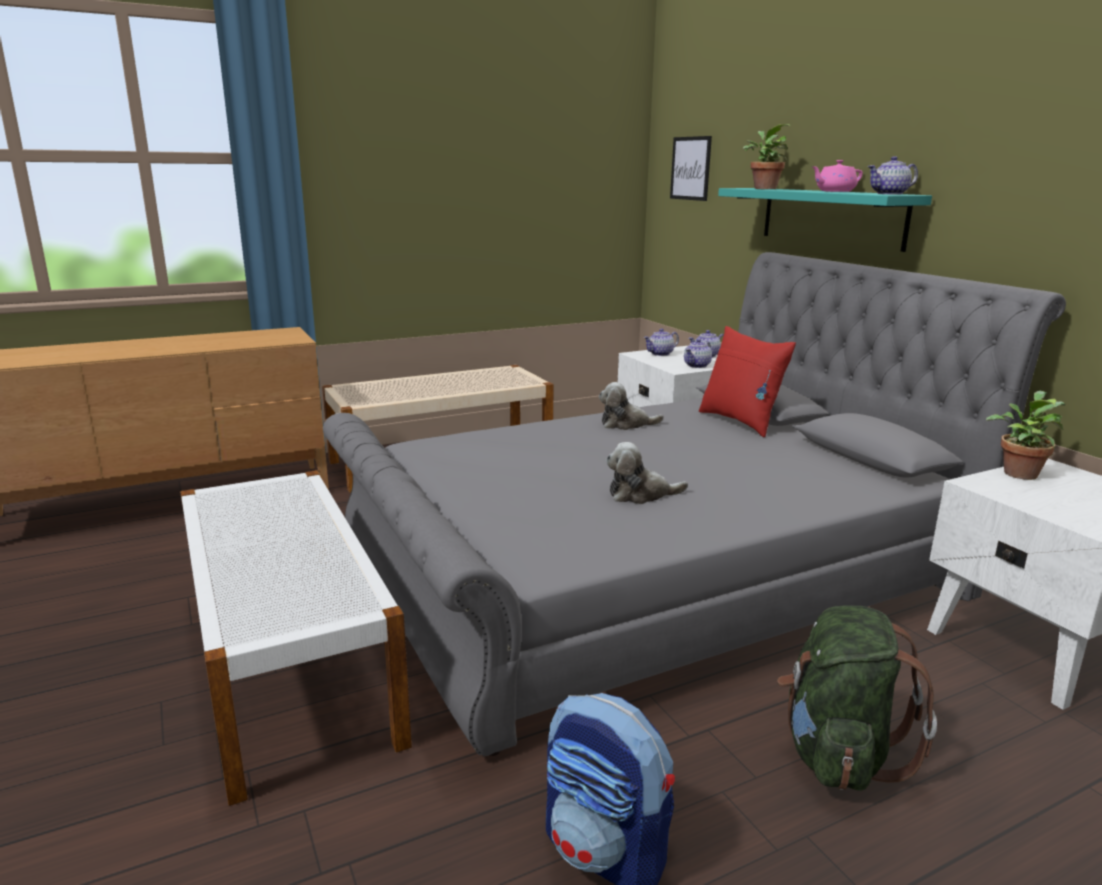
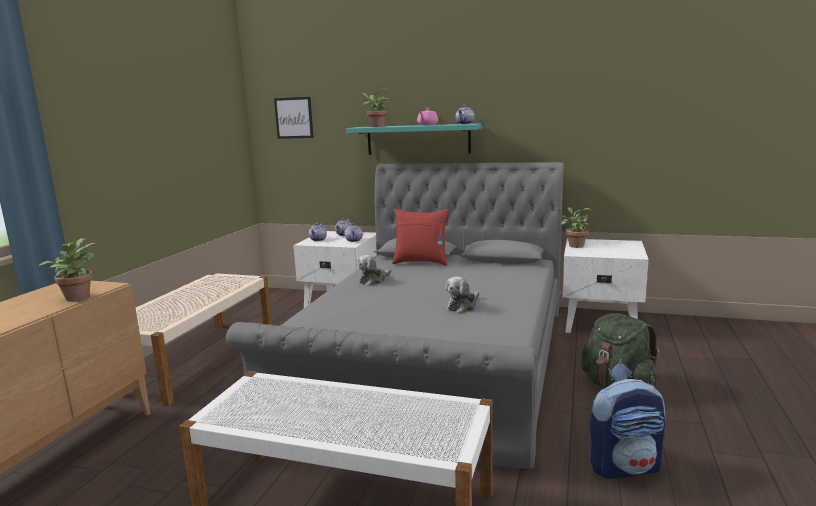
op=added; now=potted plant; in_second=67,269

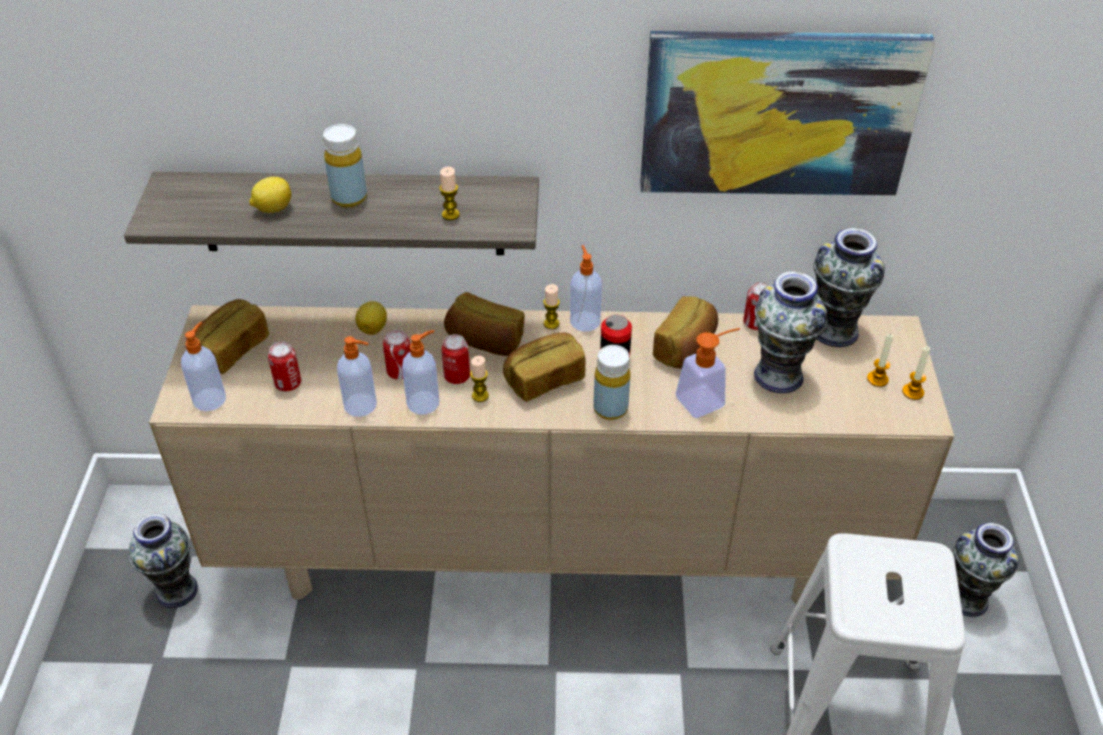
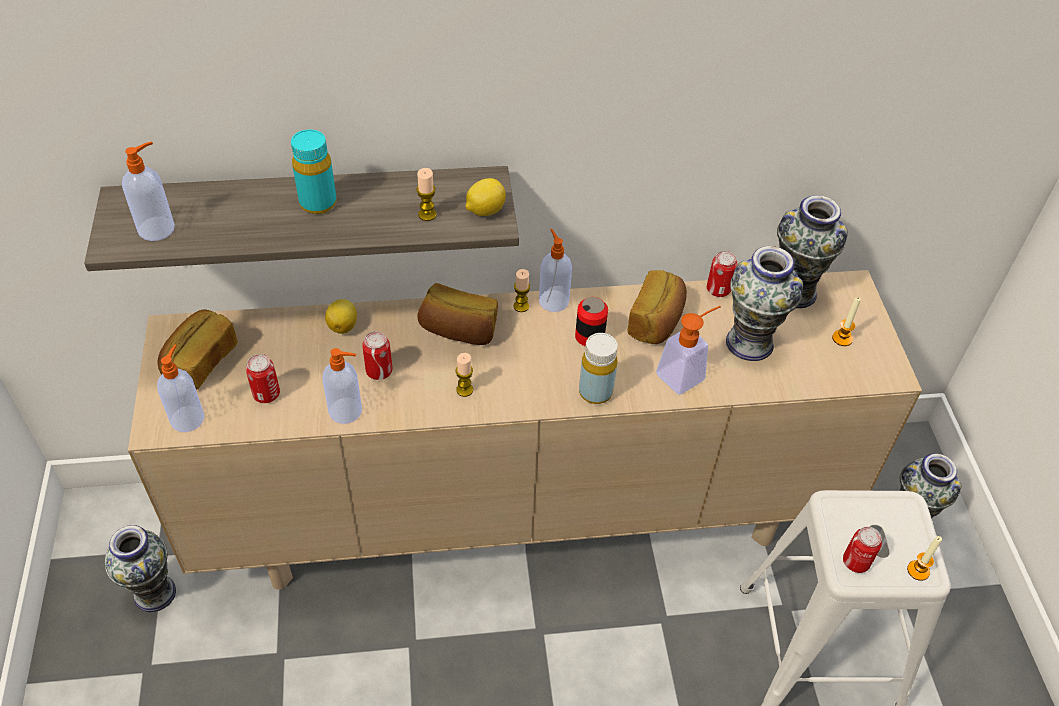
op=removed; was=picture; in_first=787,113
op=recoloured; was=yellow bottle; now=turquoise bottle; in_first=345,165; in_second=314,171
op=moved; was=lemon; in_first=270,195; in_second=485,197
op=moved; was=soap dispenser; in_first=420,372; in_second=148,191
op=removed; was=bread; in_first=544,367
op=moved; was=can; in_first=455,359; in_second=862,549
op=moved; was=candle; in_first=916,373; in_second=924,558

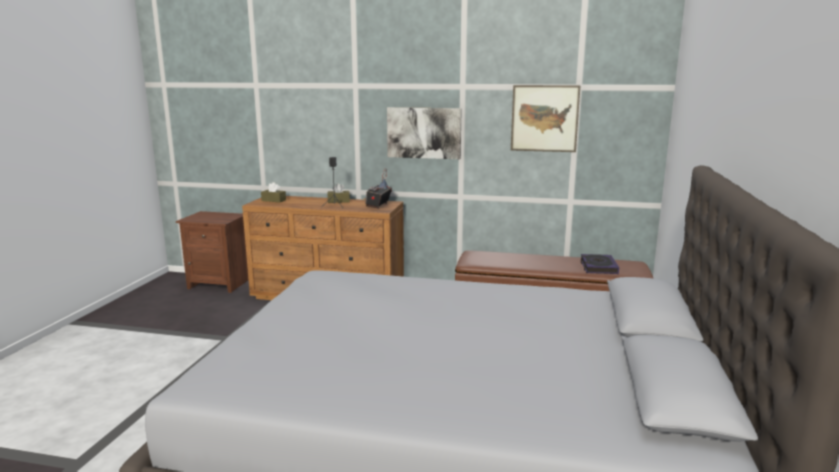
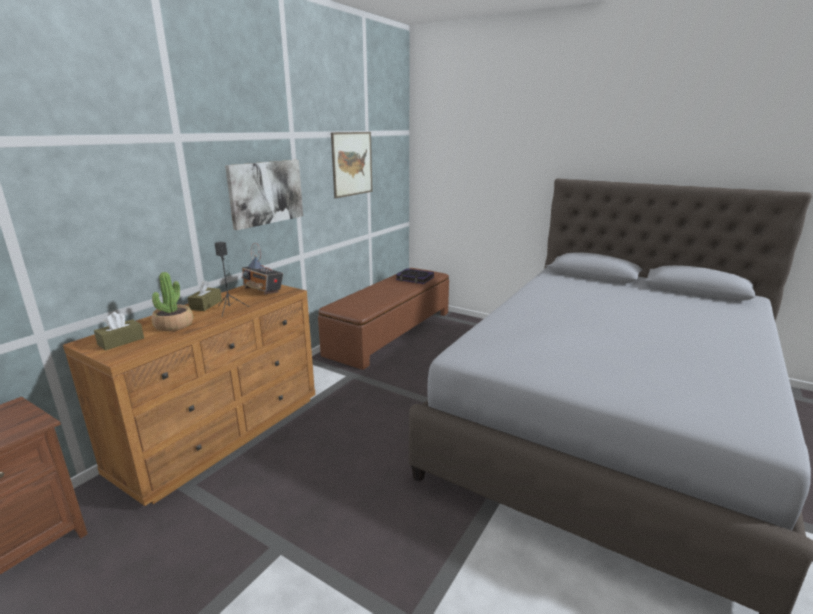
op=added; now=potted plant; in_second=172,301

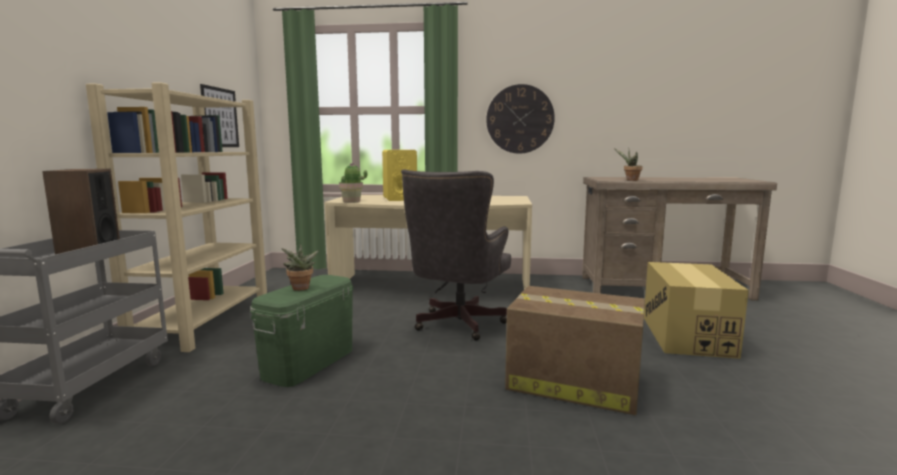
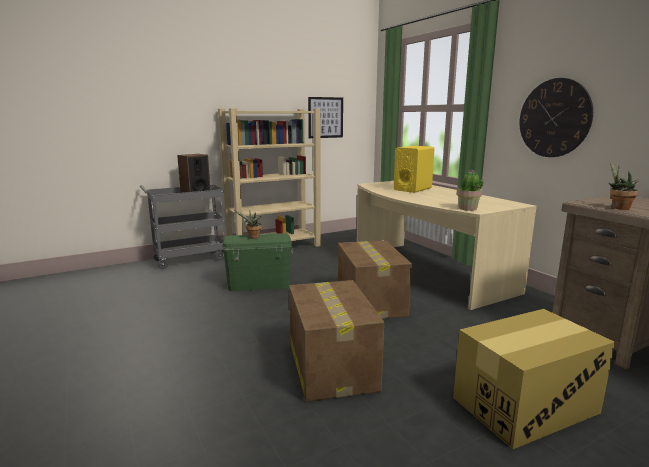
op=moved; was=potted plant; in_first=353,183; in_second=470,190
op=replaced; was=grey office chair; now=cardboard box; in_first=456,255; in_second=375,279

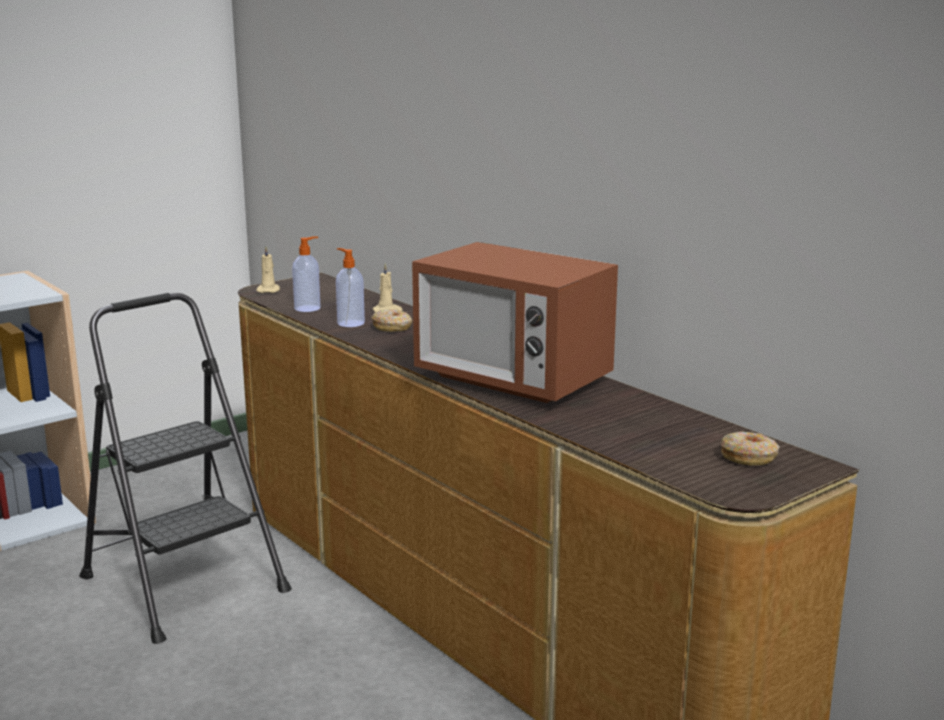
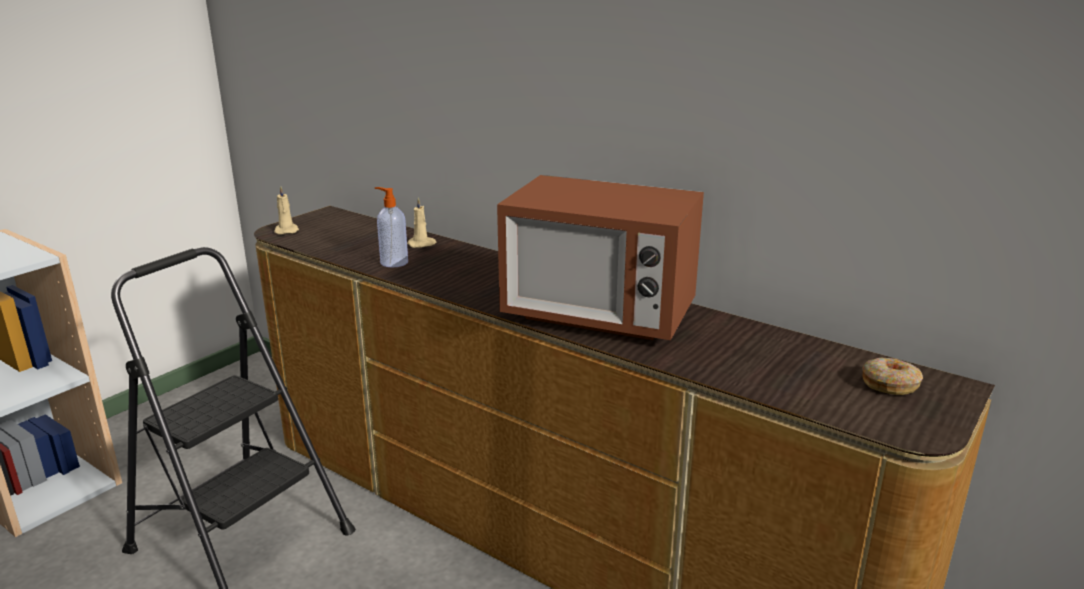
op=removed; was=soap dispenser; in_first=306,274
op=removed; was=donut; in_first=392,320

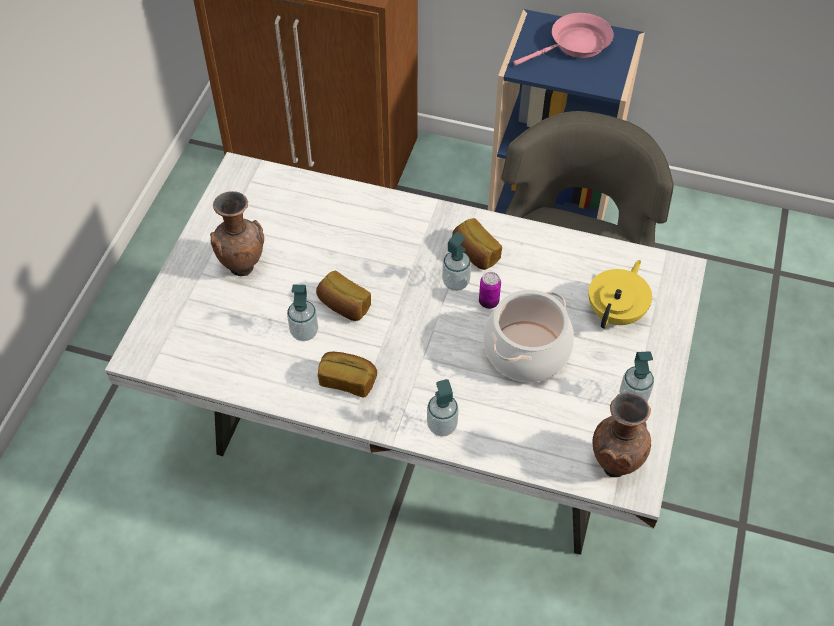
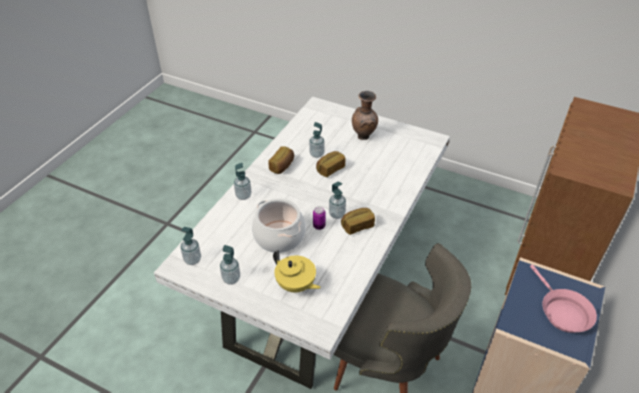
op=replaced; was=brown vase; now=soap dispenser; in_first=621,435; in_second=190,246

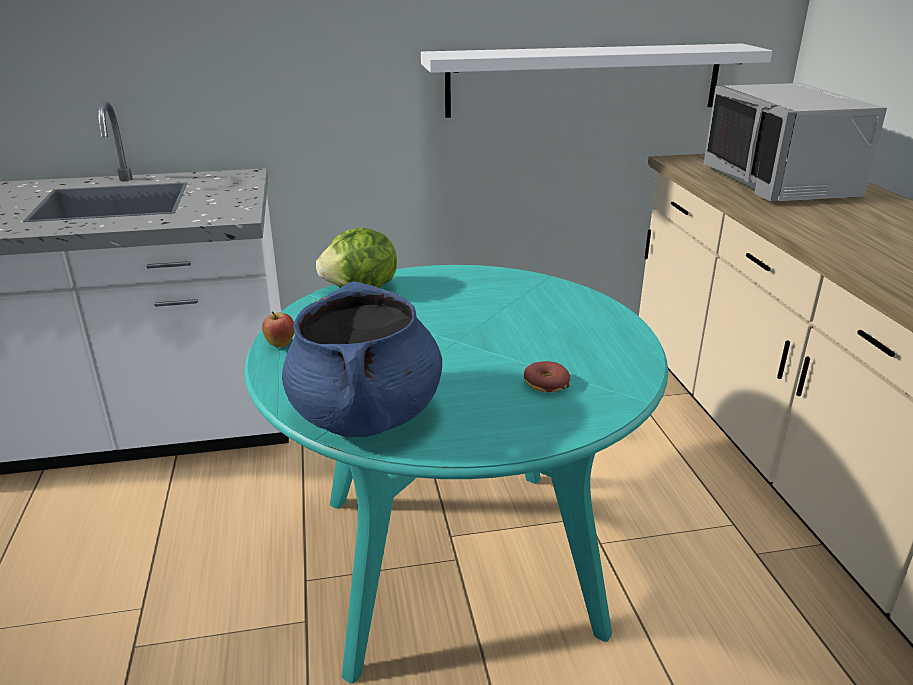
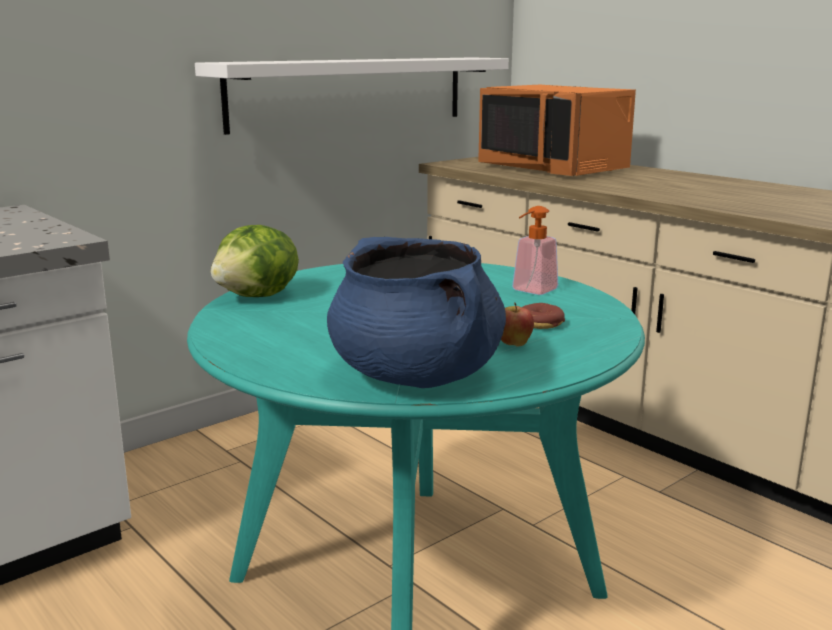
op=recoloured; was=grey microwave; now=orange microwave; in_first=795,142; in_second=557,130
op=moved; was=apple; in_first=278,329; in_second=517,324
op=added; now=soap dispenser; in_second=535,250

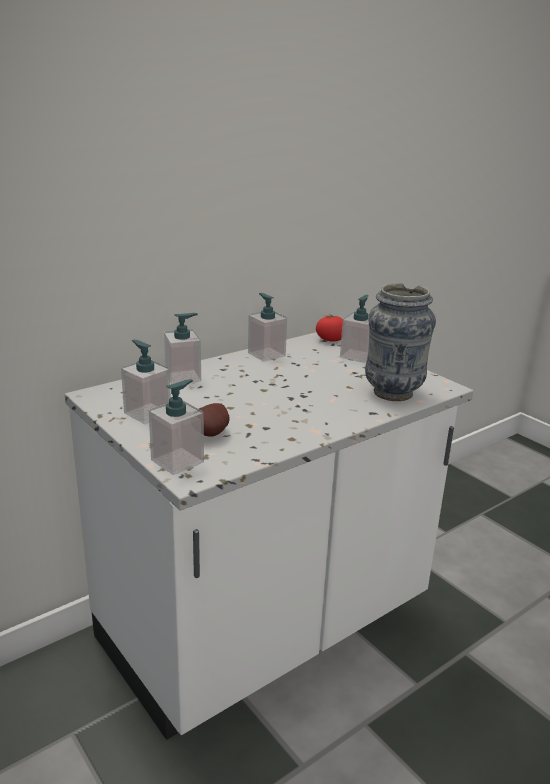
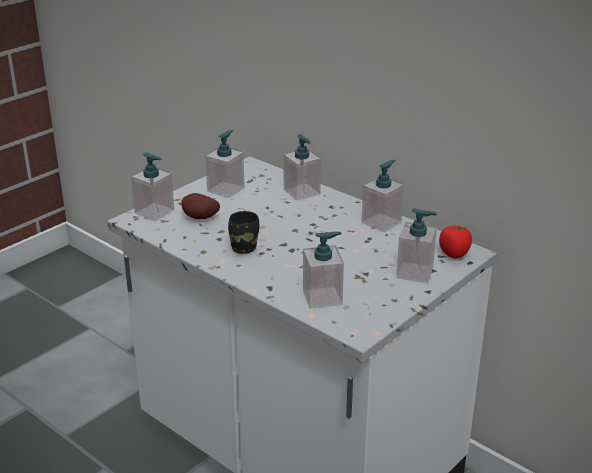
op=replaced; was=vase; now=soap dispenser; in_first=400,342; in_second=323,270
op=added; now=black mug; in_second=243,232

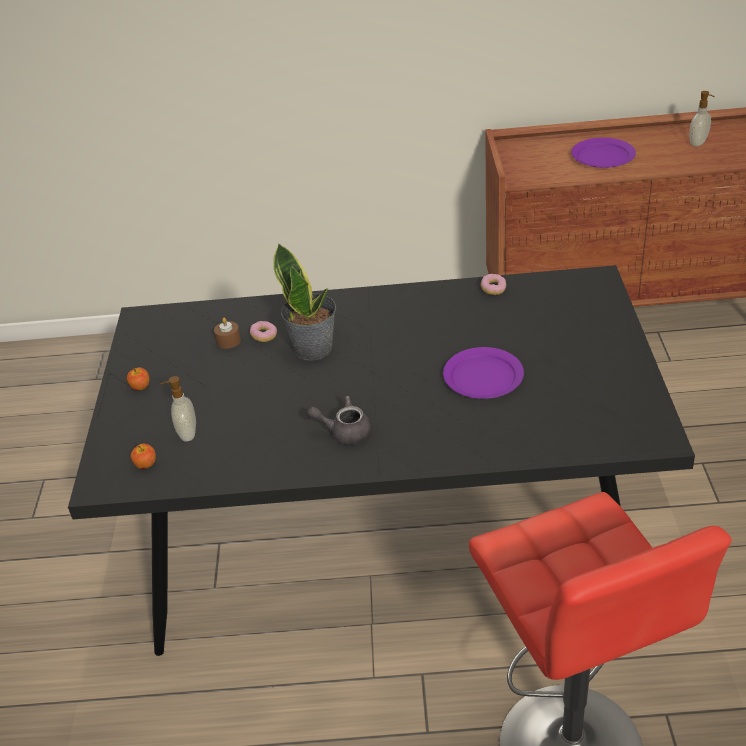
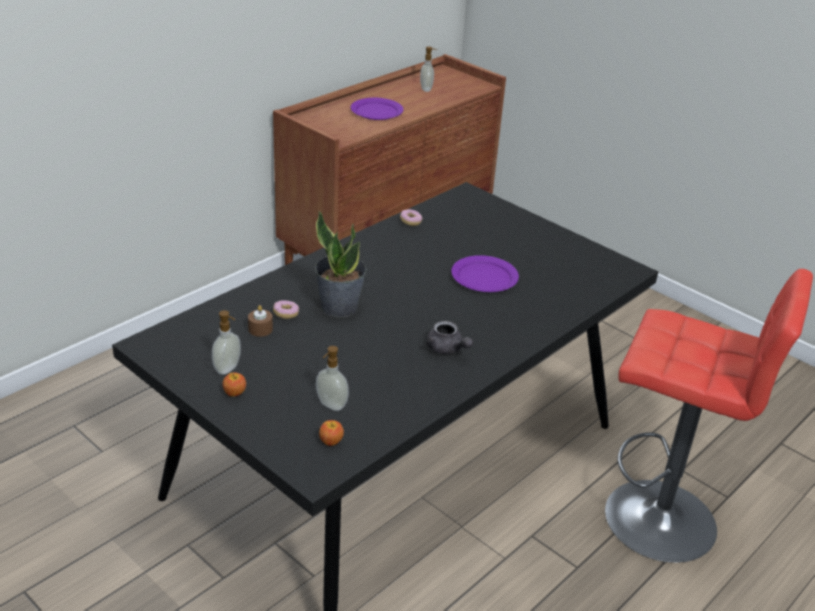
op=turned; was=grey teapot; in_first=339,420; in_second=449,337; clockwise=-90
op=added; now=soap dispenser; in_second=226,342

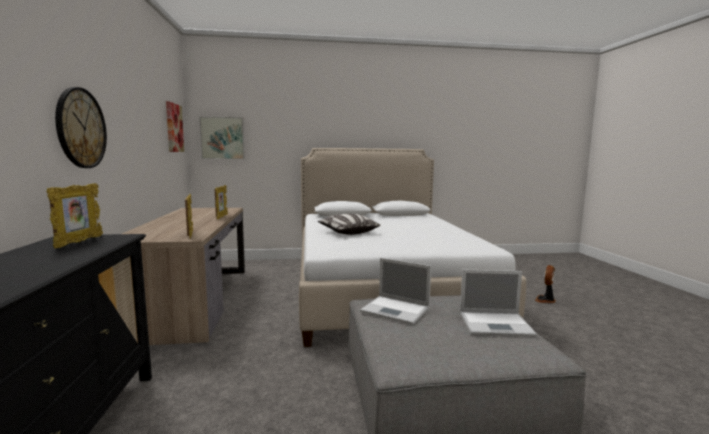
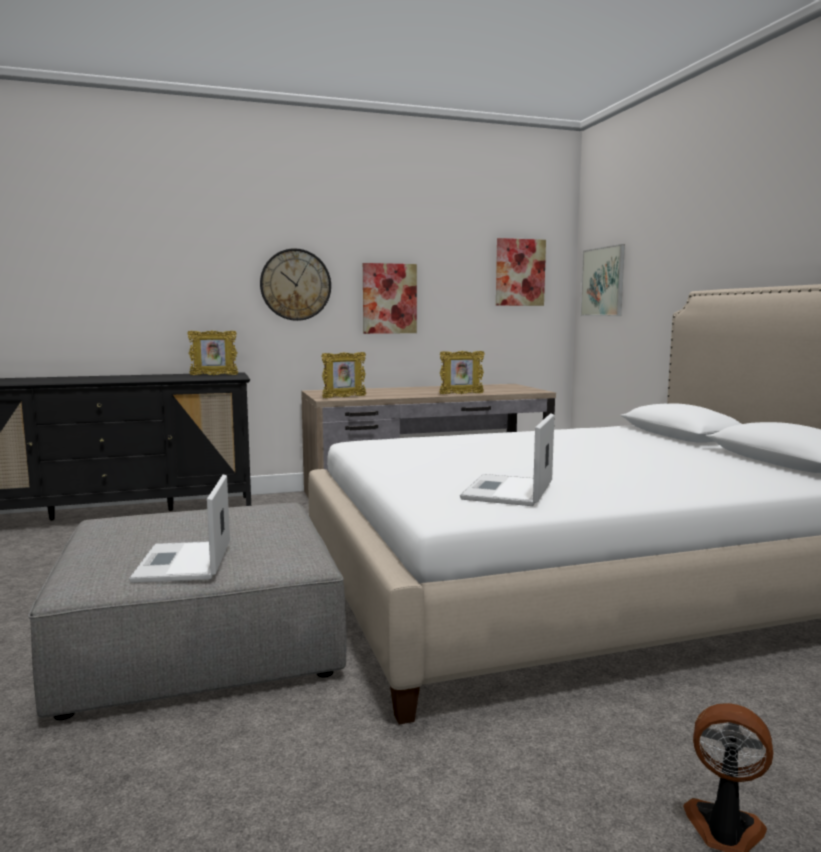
op=removed; was=pillow; in_first=349,224
op=moved; was=laptop; in_first=395,291; in_second=507,459
op=added; now=picture; in_second=390,298

